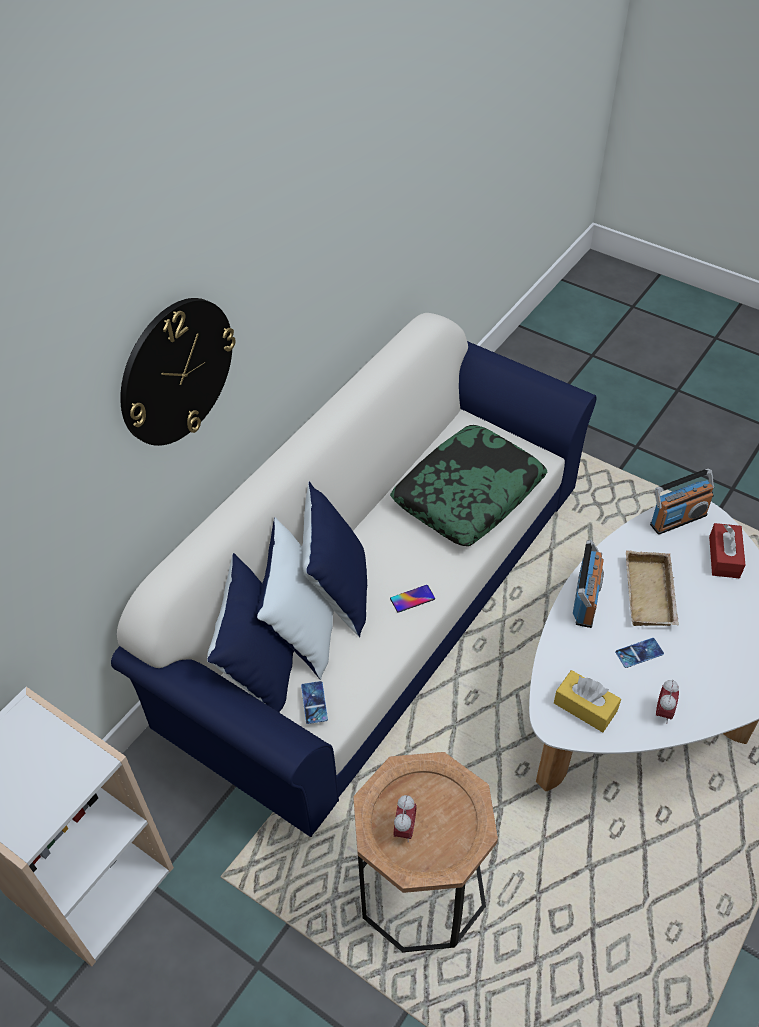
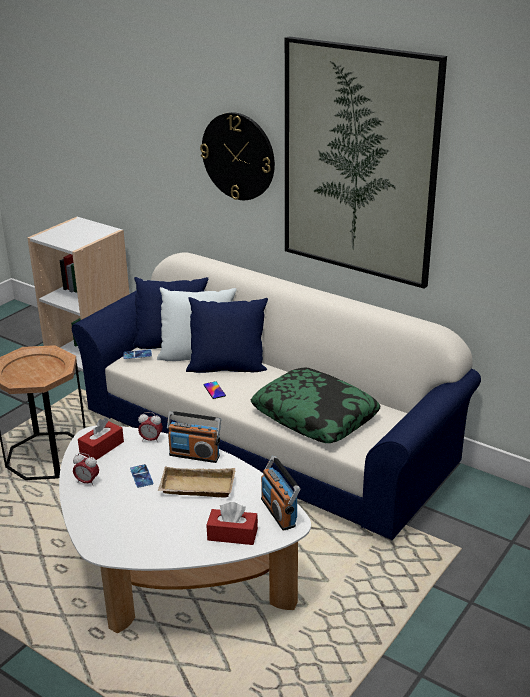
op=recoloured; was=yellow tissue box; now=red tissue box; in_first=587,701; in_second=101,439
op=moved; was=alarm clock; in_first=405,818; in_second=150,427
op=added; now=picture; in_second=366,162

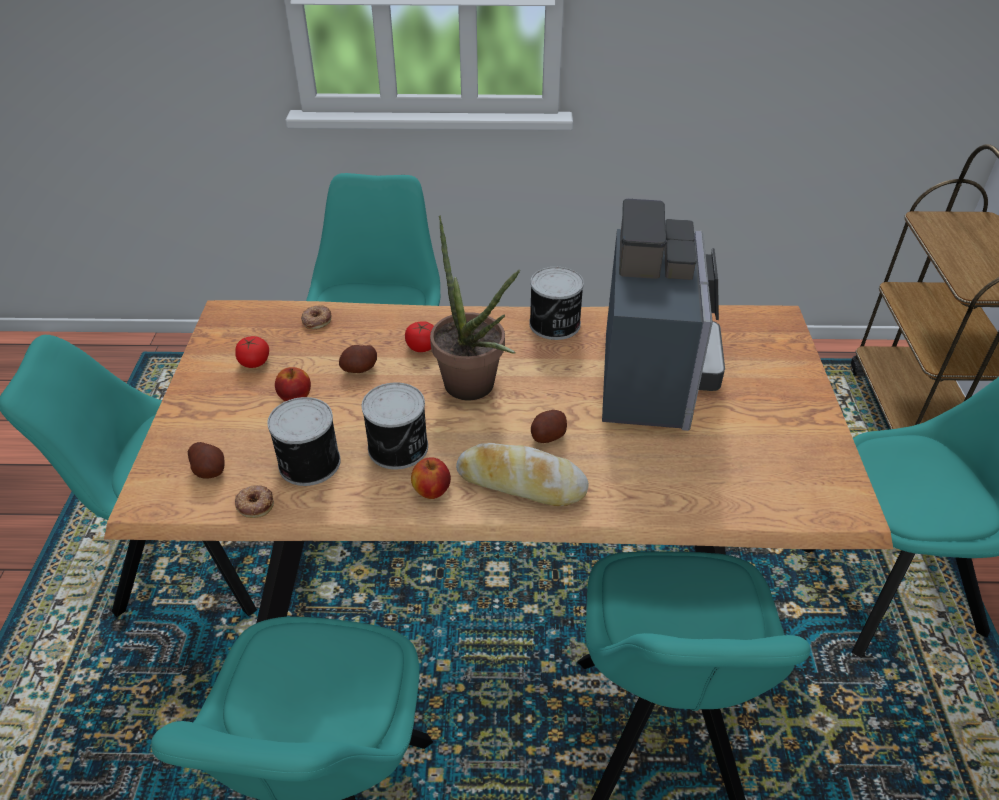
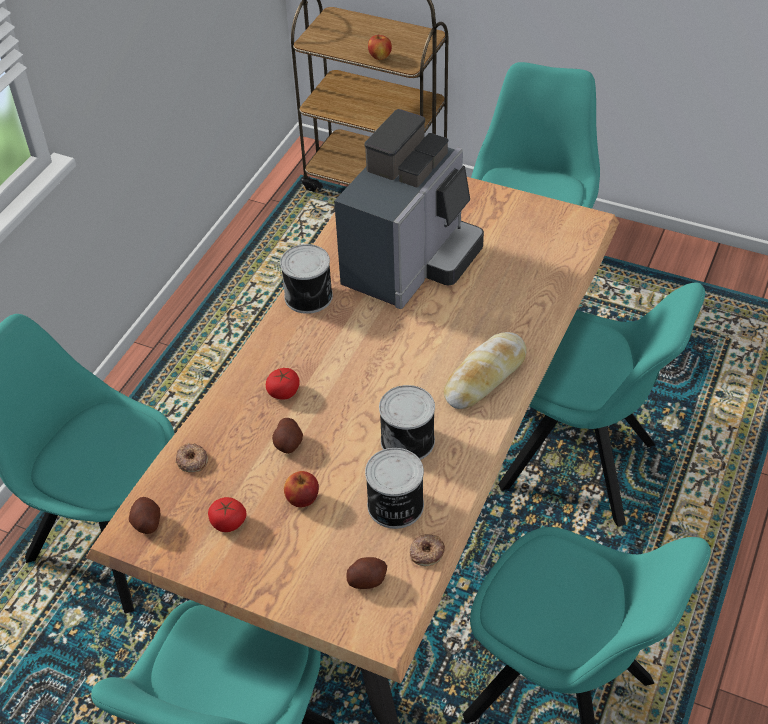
op=turned; was=coffee machine; in_first=663,315; in_second=409,209; clockwise=90
op=removed; was=potted plant; in_first=475,307
op=moved; was=potato; in_first=549,426; in_second=145,515
op=moved; was=apple; in_first=431,478; in_second=380,47

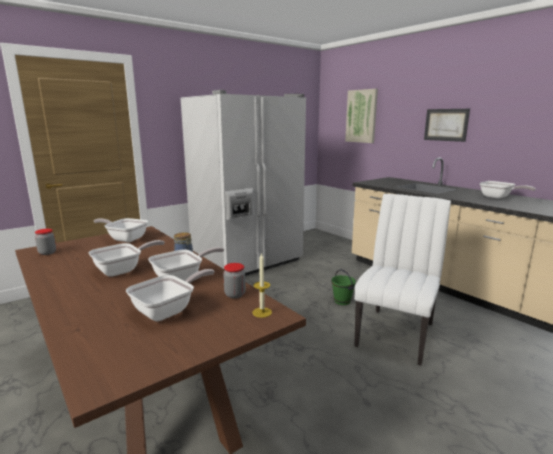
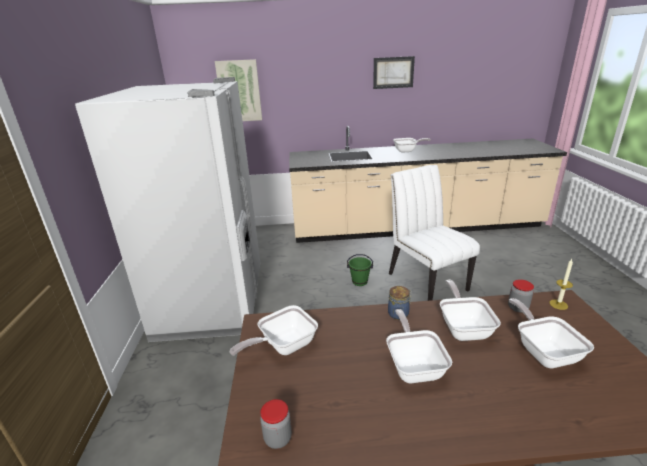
op=moved; was=picture; in_first=447,125; in_second=394,72

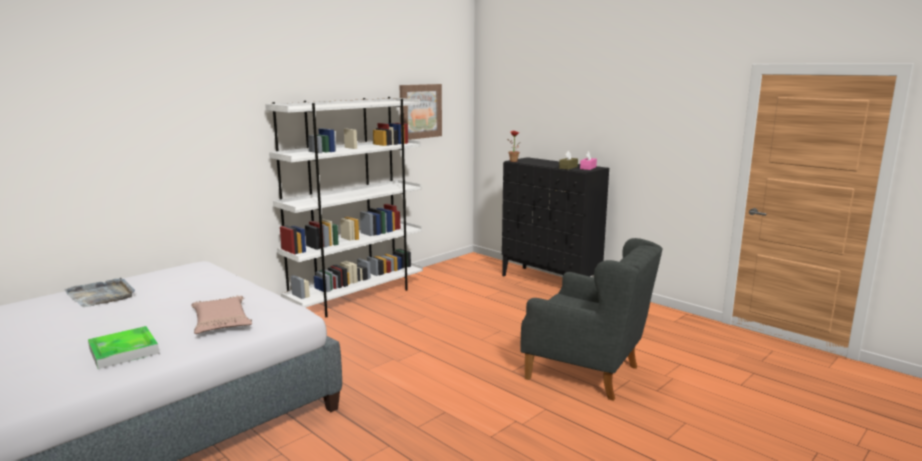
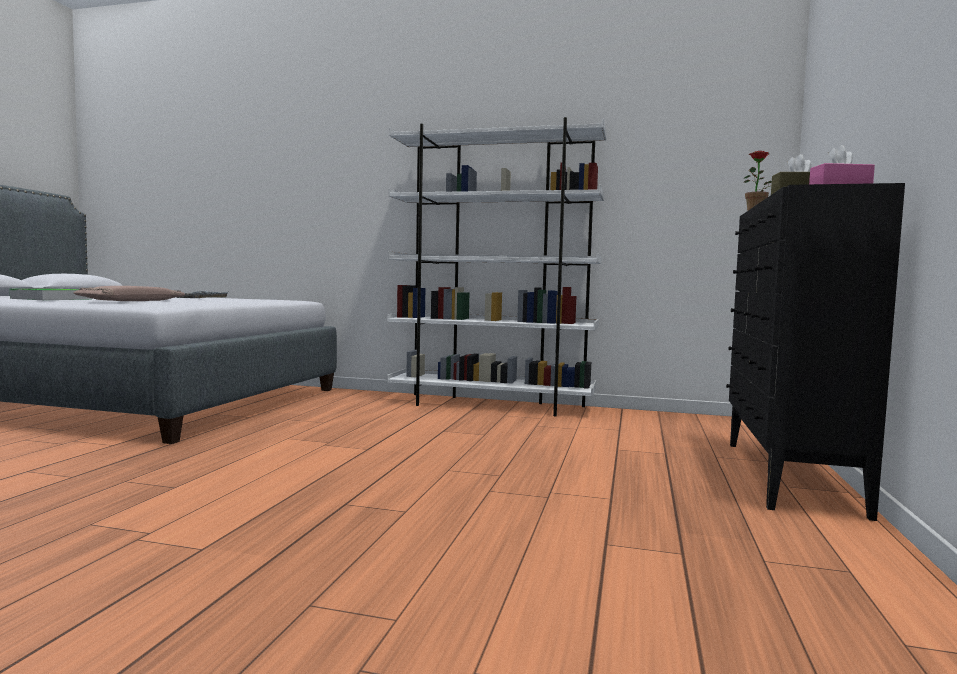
op=removed; was=picture; in_first=420,112
op=removed; was=grey armchair; in_first=591,319

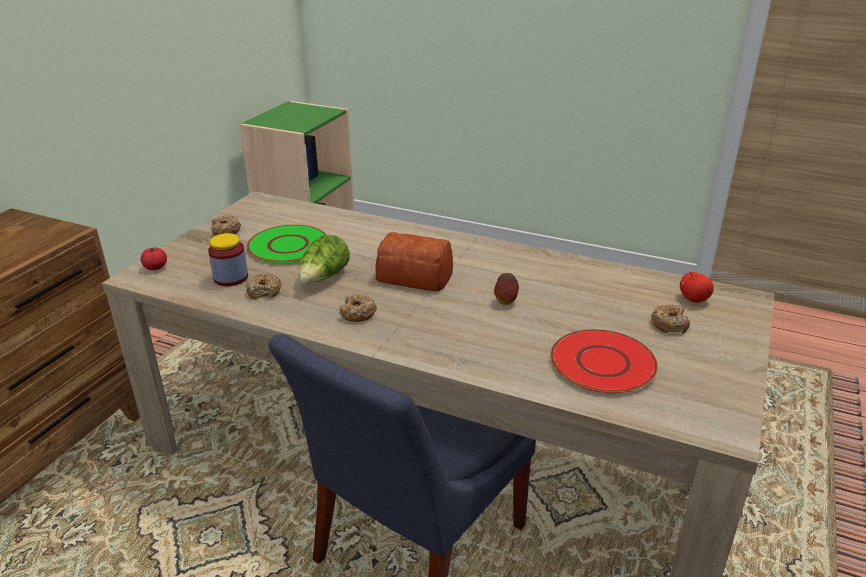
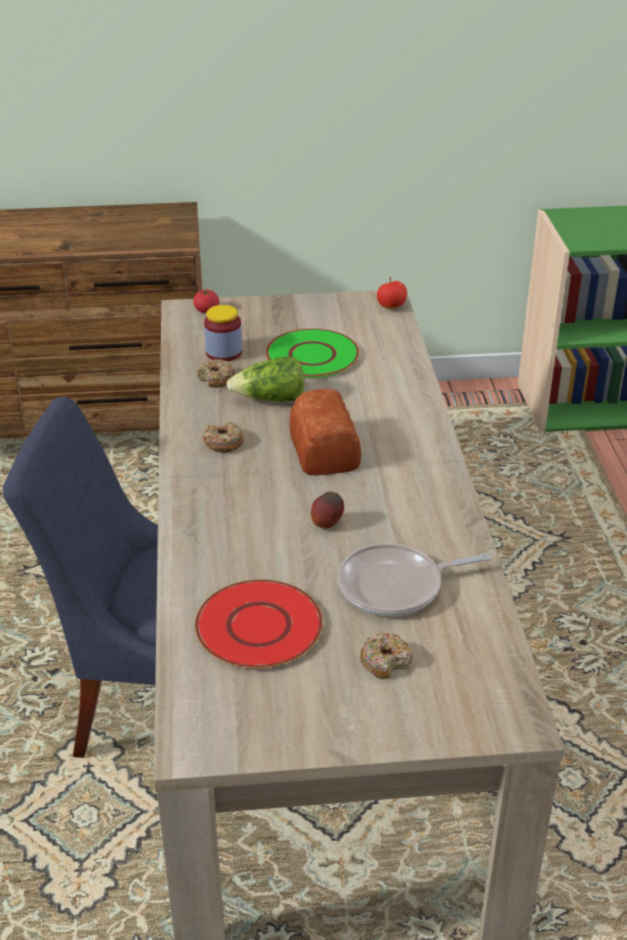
op=removed; was=donut; in_first=226,226
op=moved; was=apple; in_first=697,287; in_second=392,293
op=added; now=frying pan; in_second=414,579

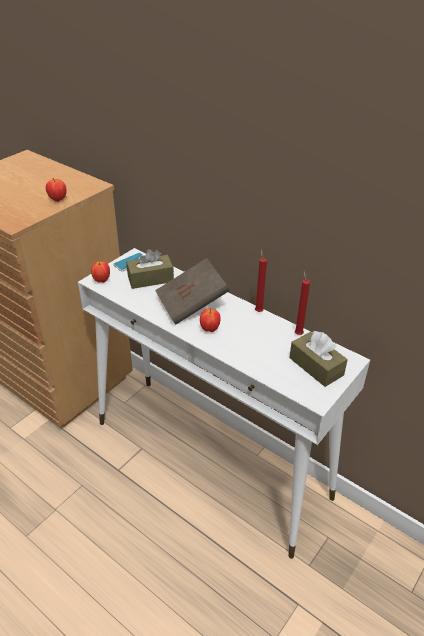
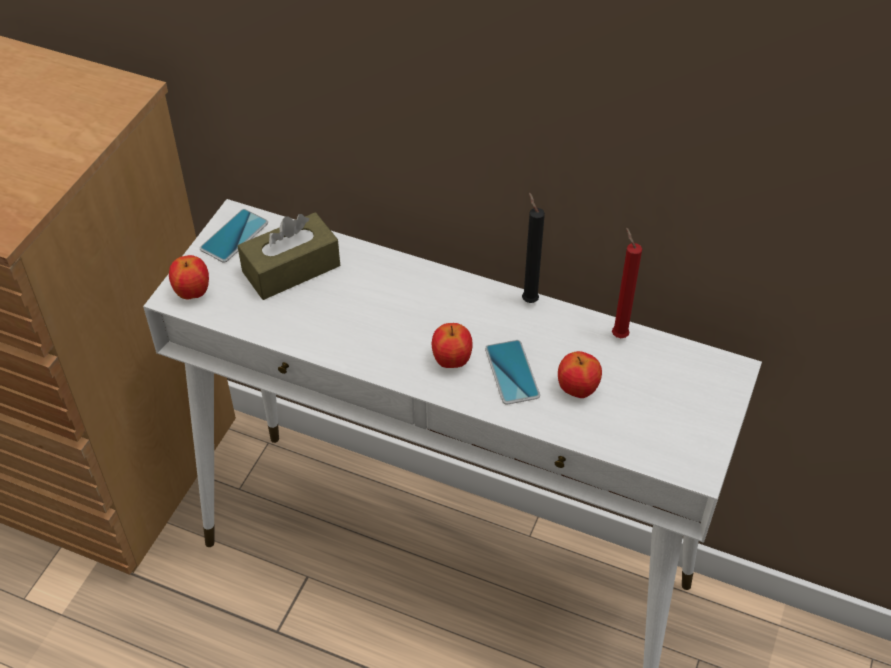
op=moved; was=apple; in_first=56,190; in_second=580,374
op=recoloured; was=red candle; now=black candle; in_first=261,281; in_second=533,248
op=removed; was=brown book; in_first=192,291
op=removed; was=brown tissue box; in_first=318,359
op=added; now=phone; in_second=512,372

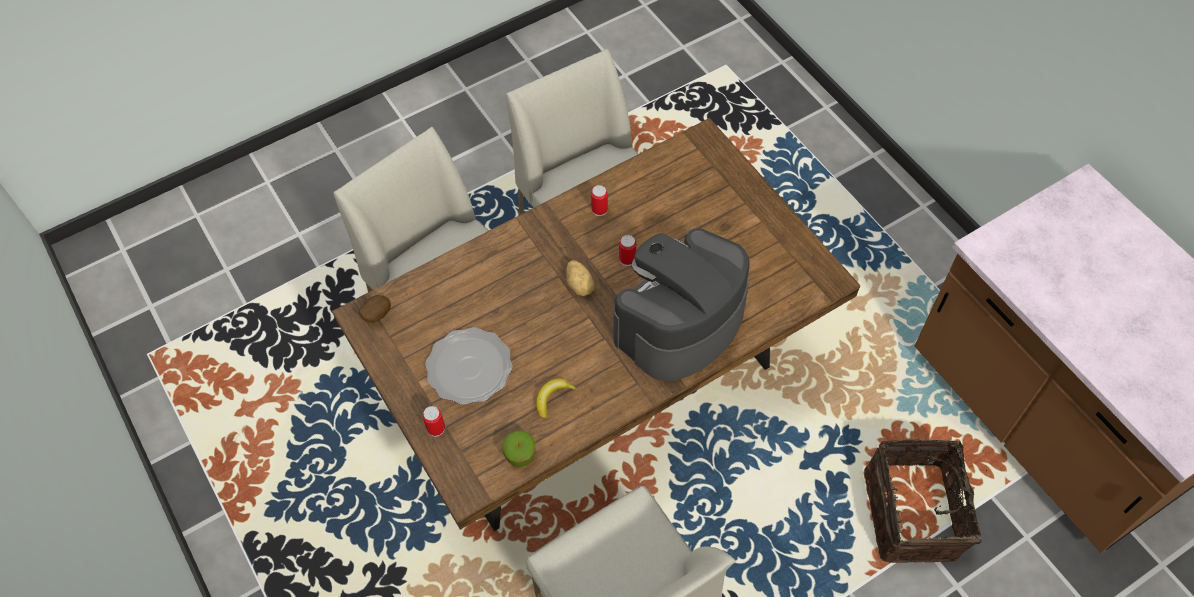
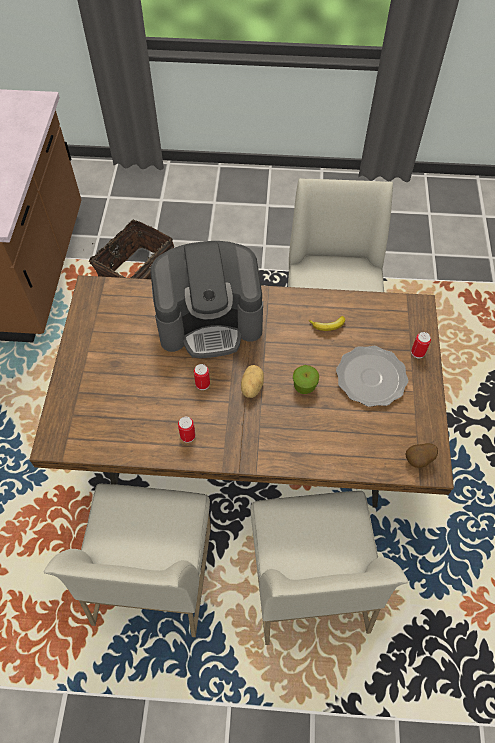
op=moved; was=apple; in_first=519,448; in_second=306,379

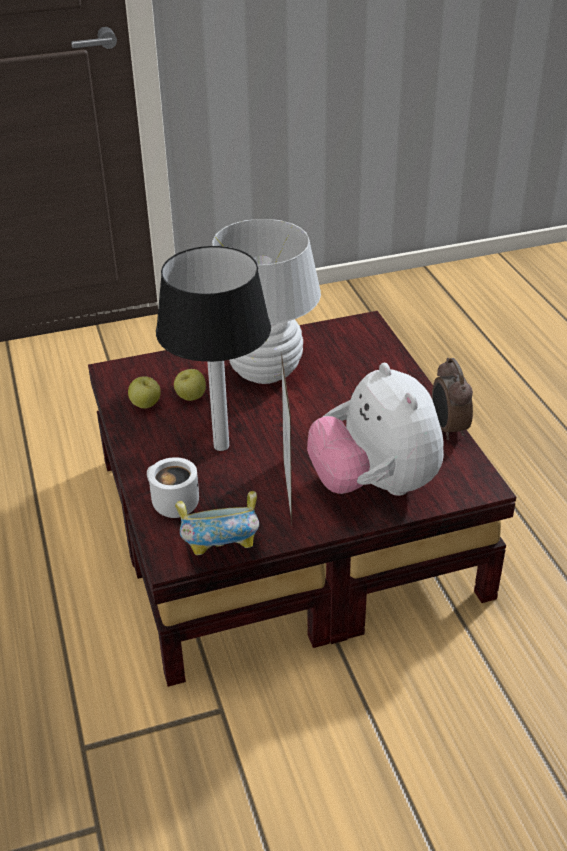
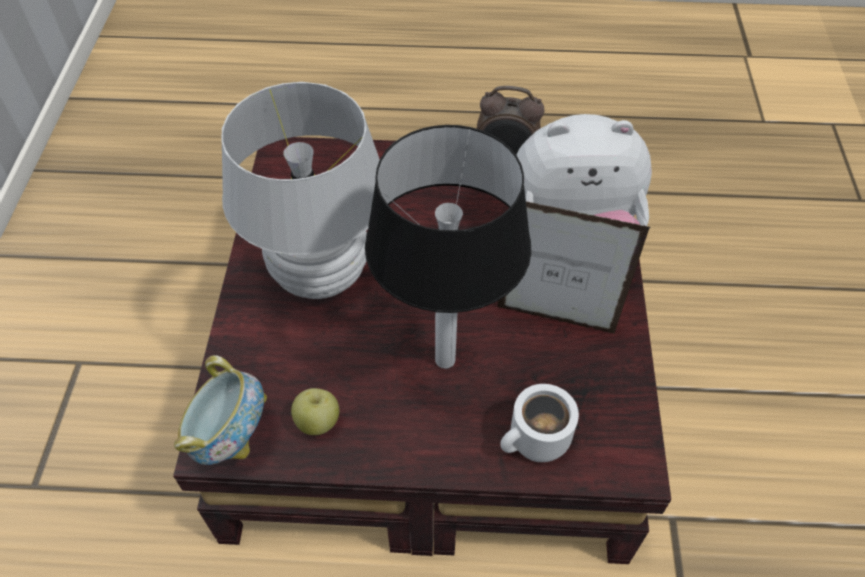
op=removed; was=apple; in_first=190,385
op=moved; was=bowl; in_first=217,523; in_second=220,410

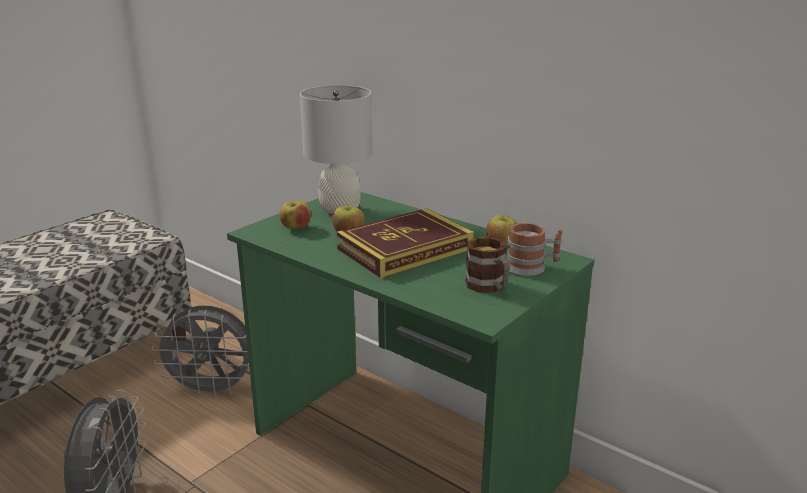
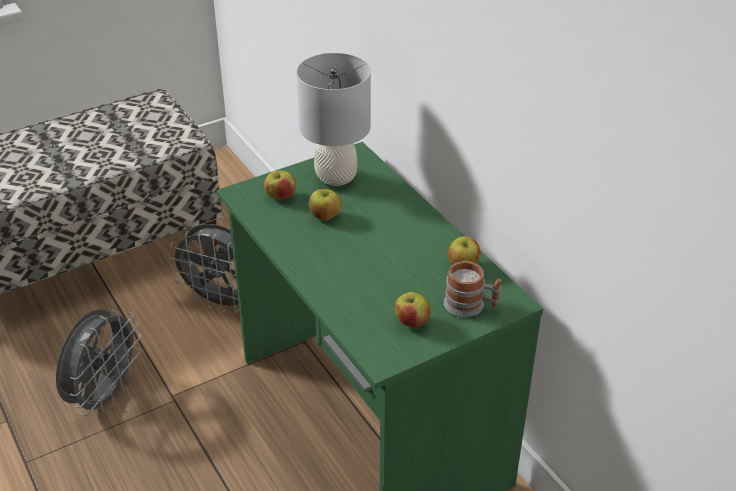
op=removed; was=book; in_first=405,243
op=replaced; was=mug; now=apple; in_first=487,265; in_second=412,310

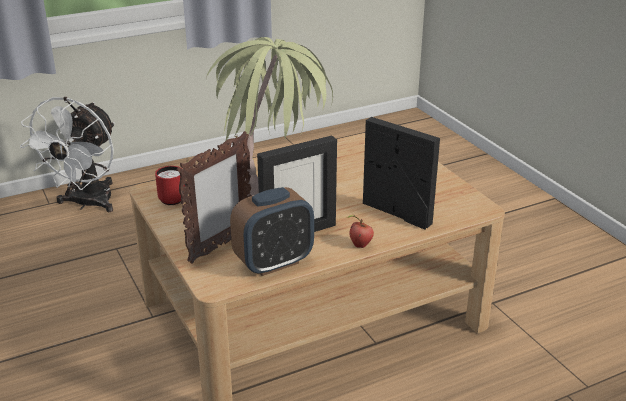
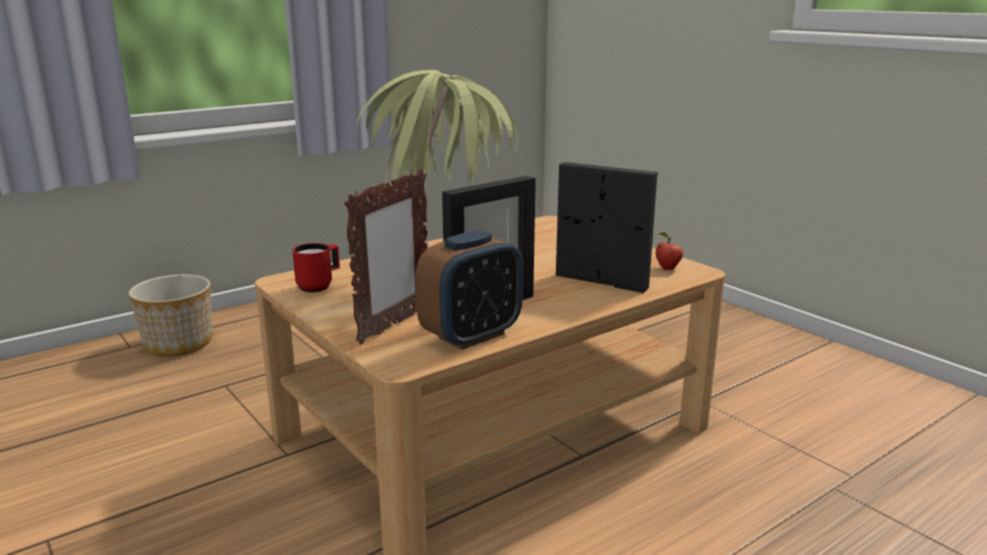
op=replaced; was=white fan; now=planter; in_first=67,154; in_second=170,315
op=moved; was=apple; in_first=360,231; in_second=669,251

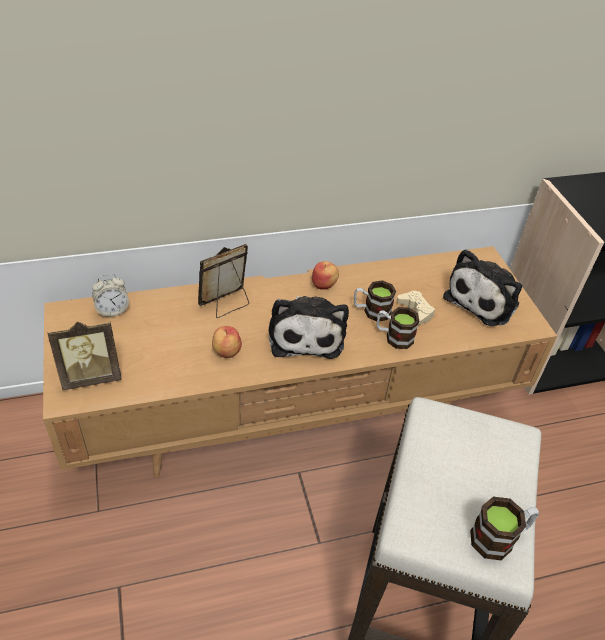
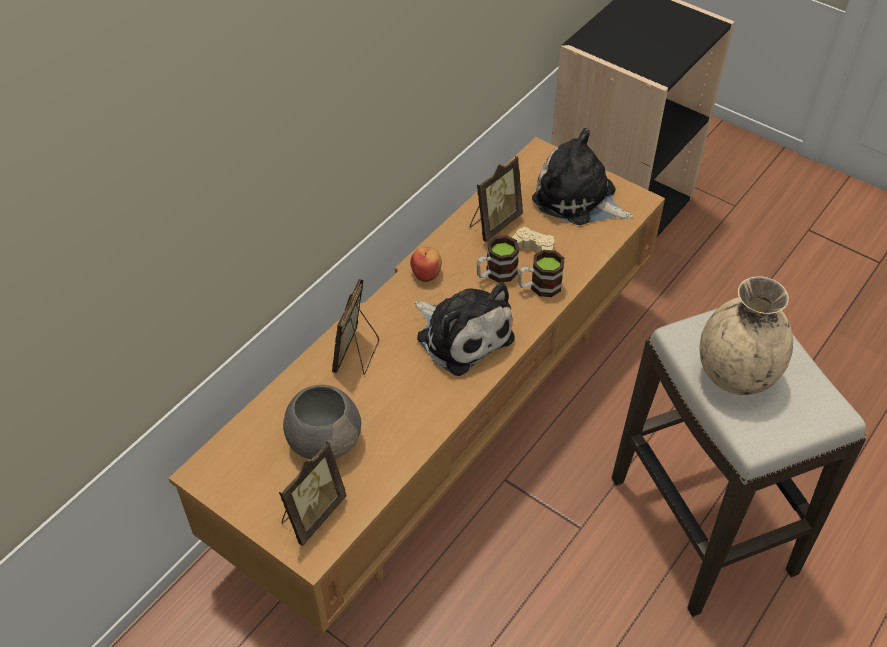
op=turned; was=plush toy; in_first=482,287; in_second=582,176; clockwise=120
op=removed; was=alarm clock; in_first=110,295
op=removed; was=apple; in_first=227,342
op=removed; was=mug; in_first=504,528
op=added; now=picture frame; in_second=496,199
op=added; now=beige vase; in_second=746,335
op=added; now=grey bowl; in_second=322,422

